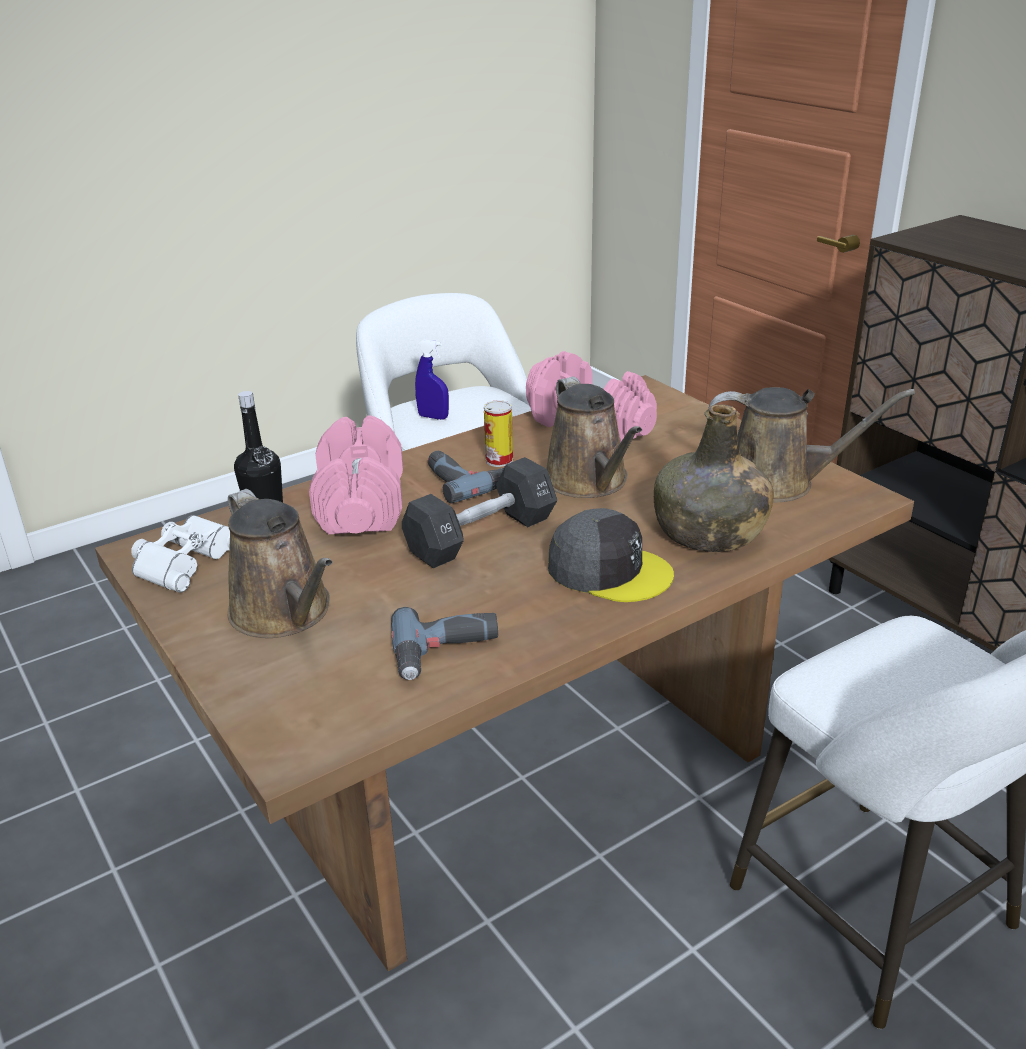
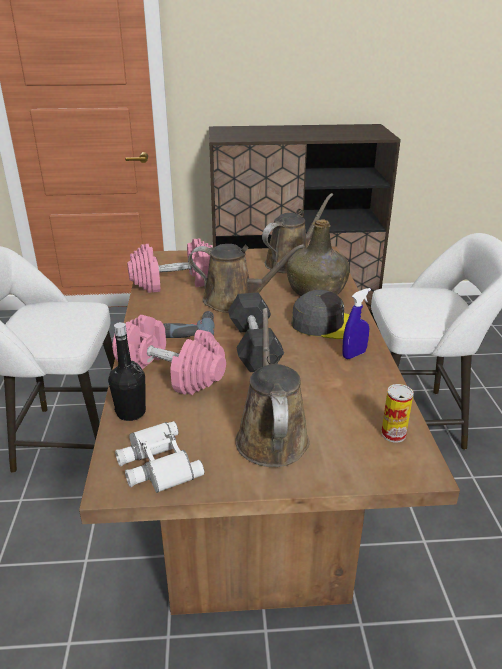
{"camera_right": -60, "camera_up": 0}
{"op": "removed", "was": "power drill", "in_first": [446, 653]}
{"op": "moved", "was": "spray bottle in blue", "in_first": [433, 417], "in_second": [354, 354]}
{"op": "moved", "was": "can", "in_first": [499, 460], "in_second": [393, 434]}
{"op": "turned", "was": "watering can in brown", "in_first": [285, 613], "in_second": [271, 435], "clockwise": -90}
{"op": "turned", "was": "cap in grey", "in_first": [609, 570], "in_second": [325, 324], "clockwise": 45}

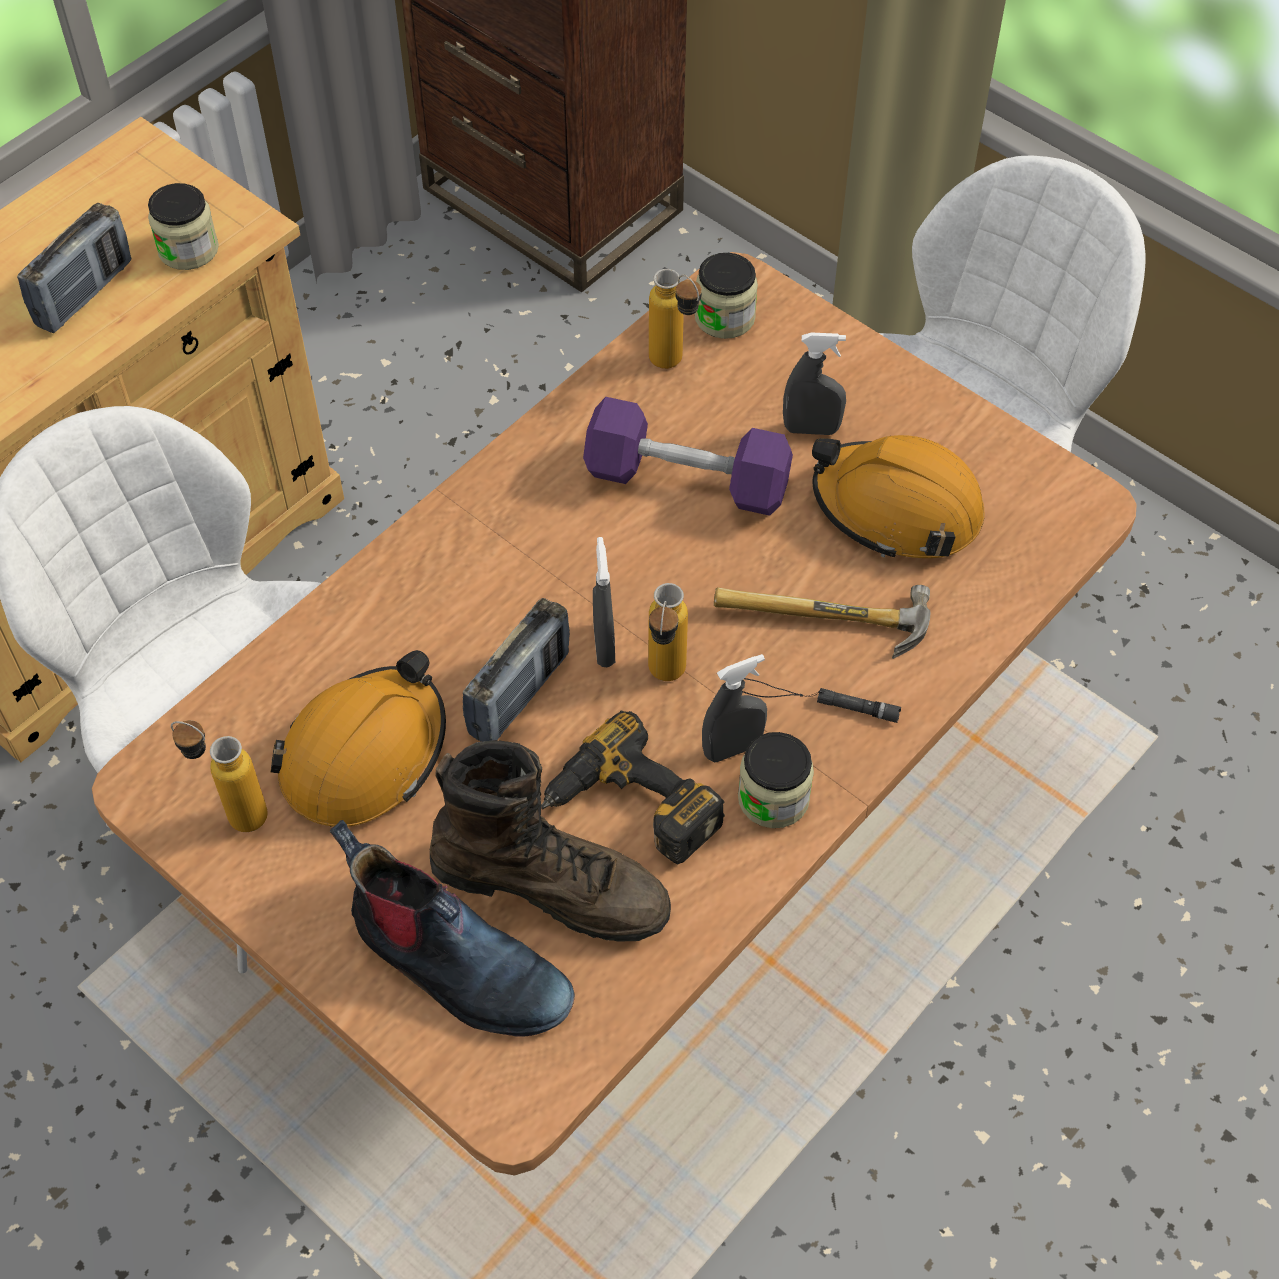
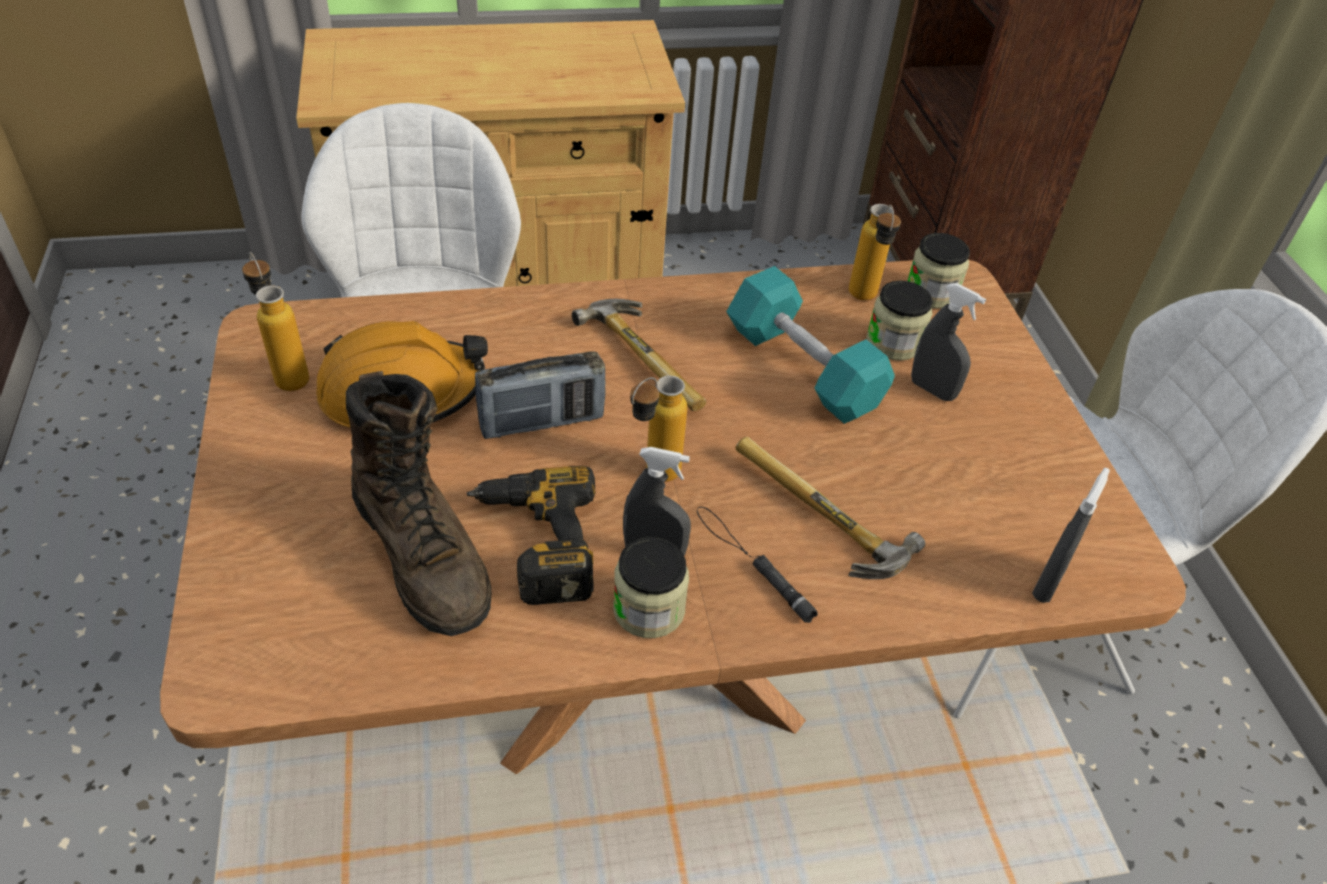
{"camera_right": 35, "camera_up": -10}
{"op": "removed", "was": "radio", "in_first": [84, 294]}
{"op": "removed", "was": "boot", "in_first": [456, 965]}
{"op": "removed", "was": "hard hat in orange", "in_first": [897, 508]}
{"op": "added", "now": "hammer", "in_second": [651, 358]}
{"op": "moved", "was": "jar", "in_first": [188, 249], "in_second": [893, 343]}
{"op": "moved", "was": "spray bottle in grey", "in_first": [604, 645], "in_second": [1047, 584]}
{"op": "recoloured", "was": "dumbbell in purple", "now": "dumbbell in turquoise", "in_first": [687, 480], "in_second": [803, 368]}

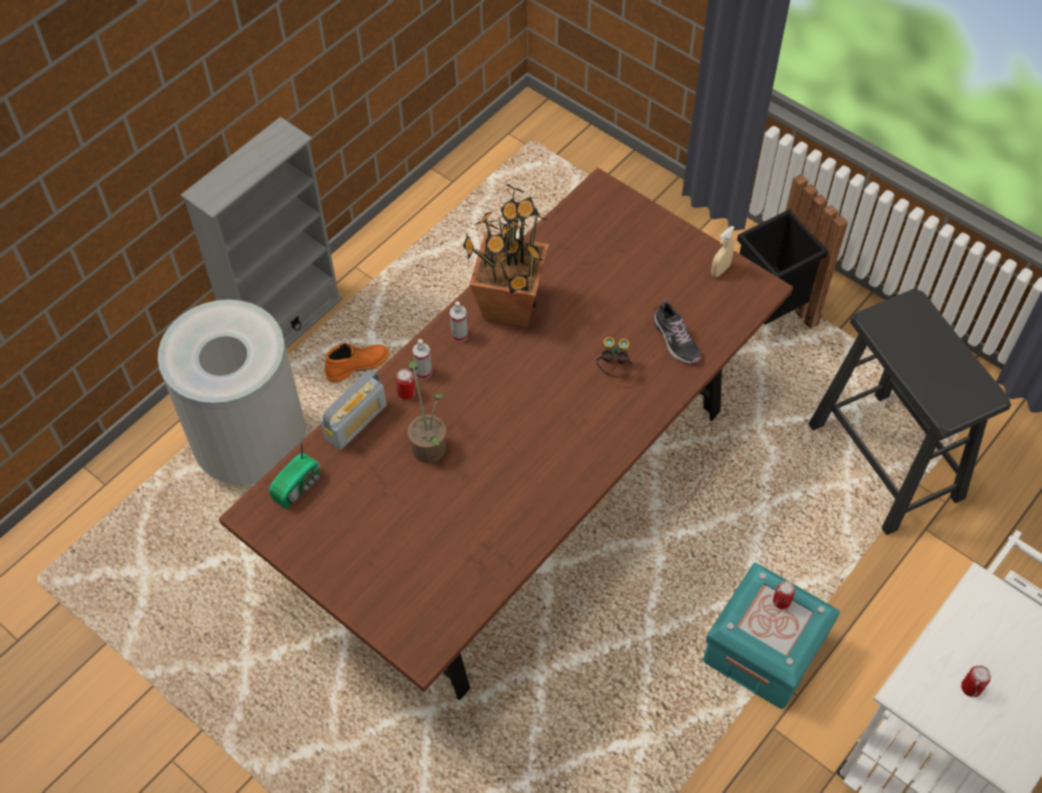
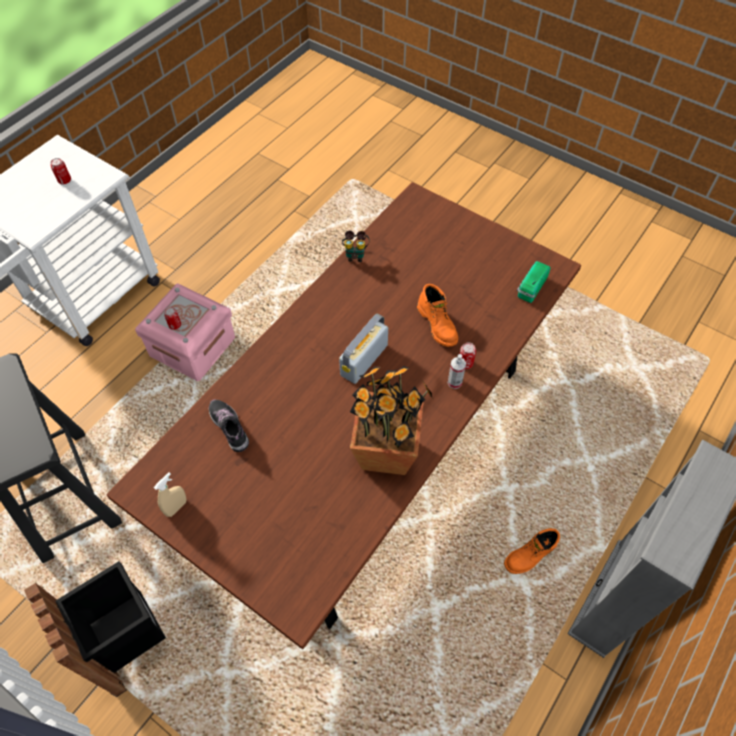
{"camera_right": 175, "camera_up": 0}
{"op": "removed", "was": "trash can in grey", "in_first": [252, 446]}
{"op": "removed", "was": "spray bottle", "in_first": [459, 335]}
{"op": "moved", "was": "radio", "in_first": [356, 422], "in_second": [364, 360]}
{"op": "moved", "was": "binoculars", "in_first": [613, 369], "in_second": [355, 255]}
{"op": "replaced", "was": "potted plant", "now": "boot in orange", "in_first": [429, 443], "in_second": [438, 324]}
{"op": "recoloured", "was": "storage box in turquoise", "now": "storage box in pink", "in_first": [764, 650], "in_second": [192, 346]}

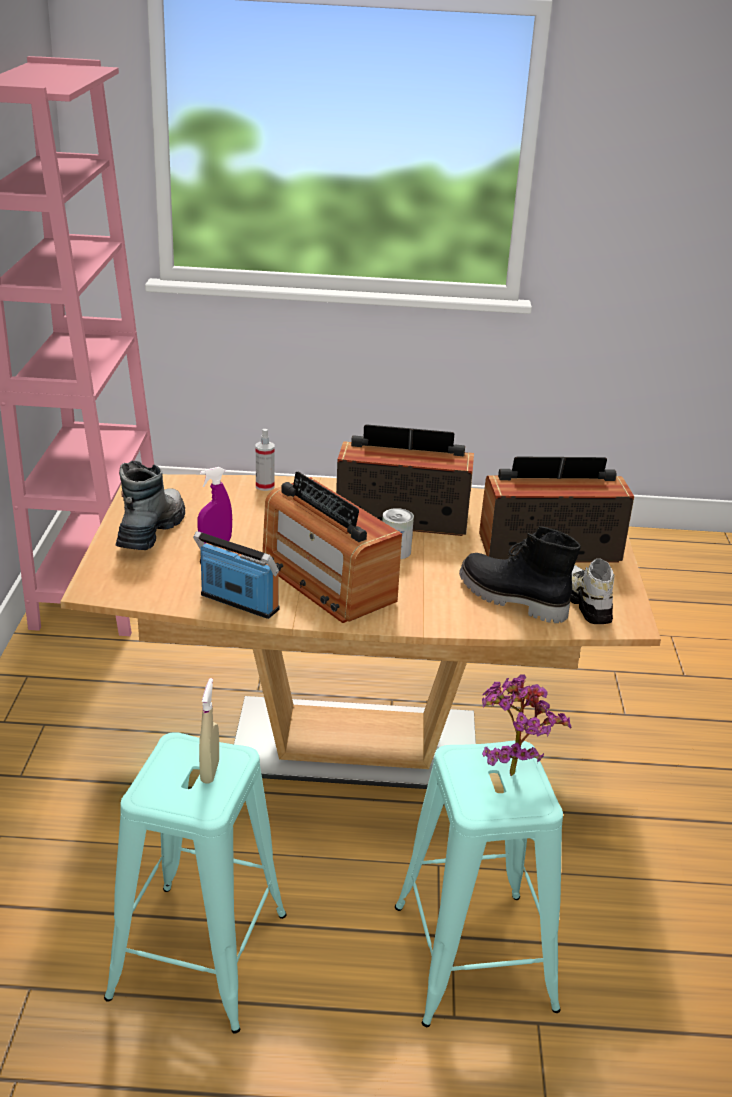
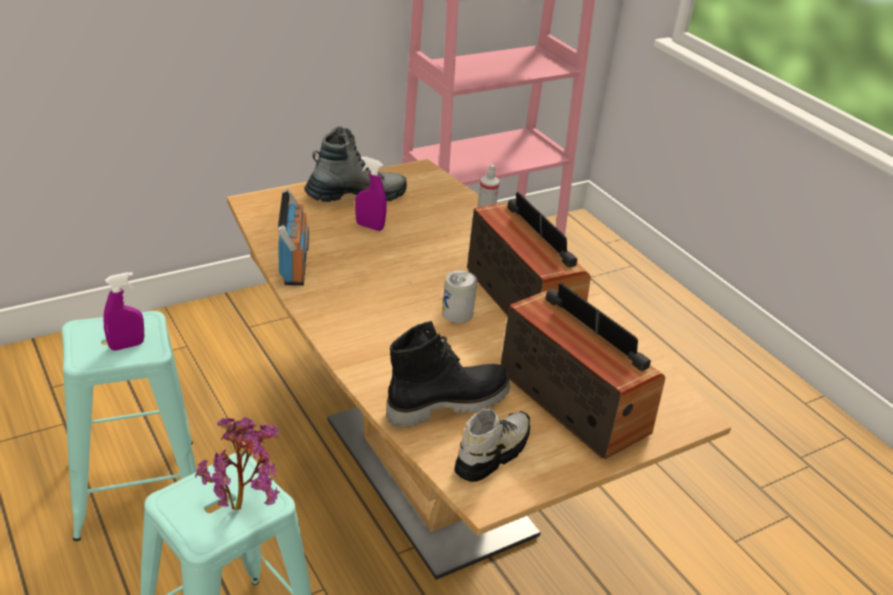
{"camera_right": 55, "camera_up": 5}
{"op": "removed", "was": "radio", "in_first": [327, 581]}
{"op": "recoloured", "was": "spray bottle in beige", "now": "spray bottle in purple", "in_first": [210, 771], "in_second": [126, 346]}
{"op": "turned", "was": "boot in black", "in_first": [510, 599], "in_second": [447, 403], "clockwise": 60}

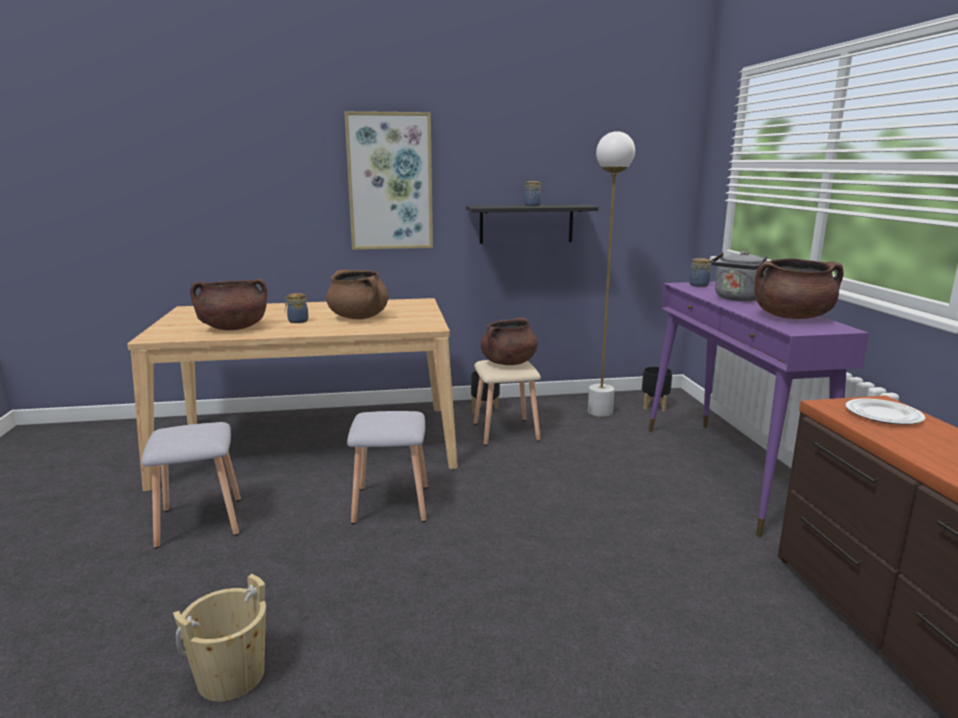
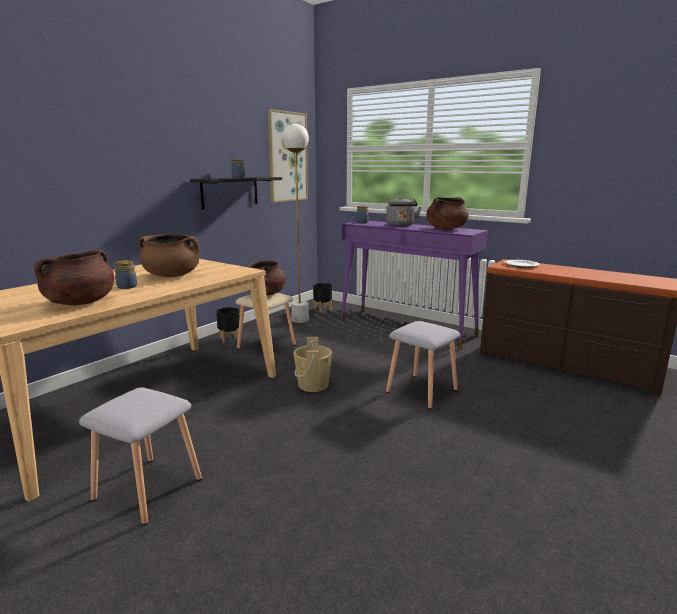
{"camera_right": -45, "camera_up": 0}
{"op": "moved", "was": "bucket in beige", "in_first": [231, 676], "in_second": [313, 385]}
{"op": "moved", "was": "picture", "in_first": [390, 182], "in_second": [287, 157]}
{"op": "moved", "was": "stool in grey", "in_first": [389, 504], "in_second": [421, 391]}

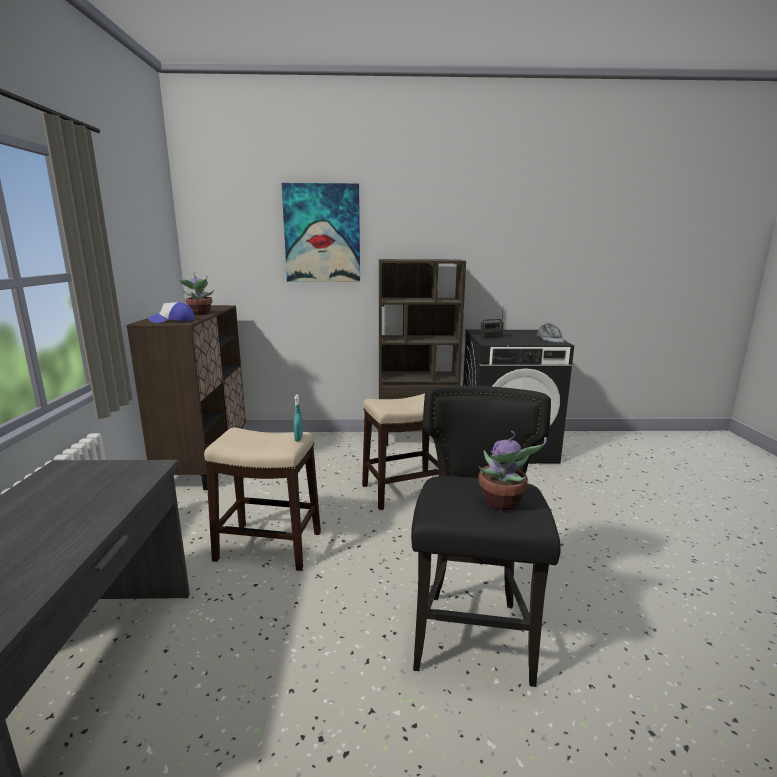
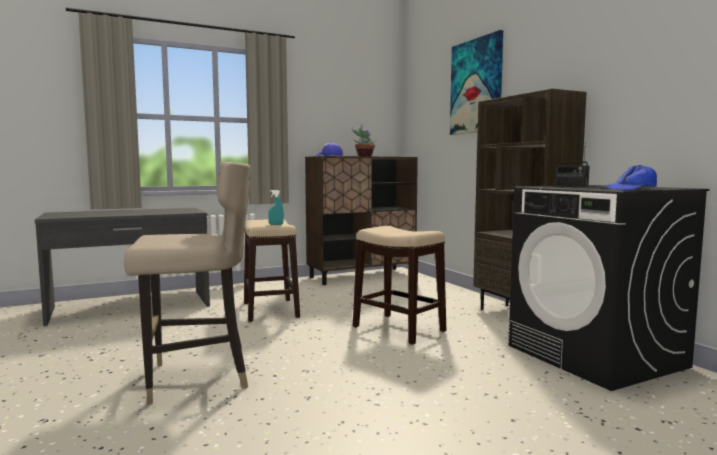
{"camera_right": 65, "camera_up": -10}
{"op": "removed", "was": "potted plant", "in_first": [502, 503]}
{"op": "recoloured", "was": "stool in black", "now": "stool in beige", "in_first": [473, 639], "in_second": [196, 379]}
{"op": "recoloured", "was": "cap in grey", "now": "cap in blue", "in_first": [550, 339], "in_second": [631, 189]}

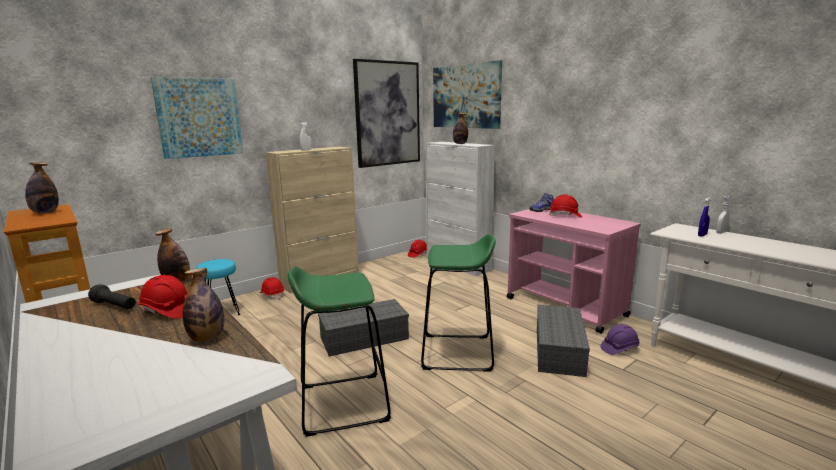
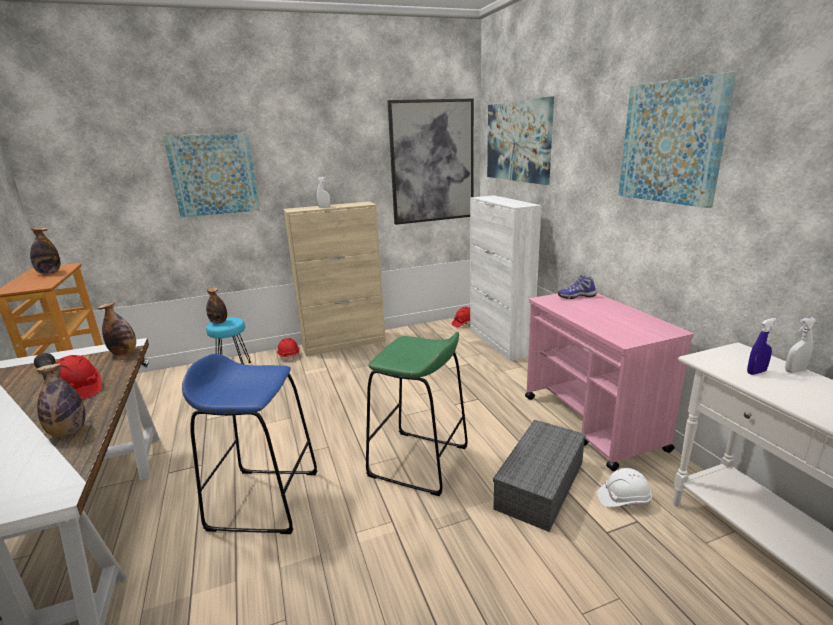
{"camera_right": 20, "camera_up": 5}
{"op": "removed", "was": "storage box in grey", "in_first": [365, 337]}
{"op": "removed", "was": "hard hat in red", "in_first": [565, 216]}
{"op": "added", "now": "picture", "in_second": [671, 142]}
{"op": "moved", "was": "bottle", "in_first": [460, 144], "in_second": [219, 322]}
{"op": "recoloured", "was": "stool in green", "now": "stool in blue", "in_first": [343, 403], "in_second": [264, 499]}
{"op": "recoloured", "was": "hard hat in purple", "now": "hard hat in white", "in_first": [619, 348], "in_second": [623, 499]}

